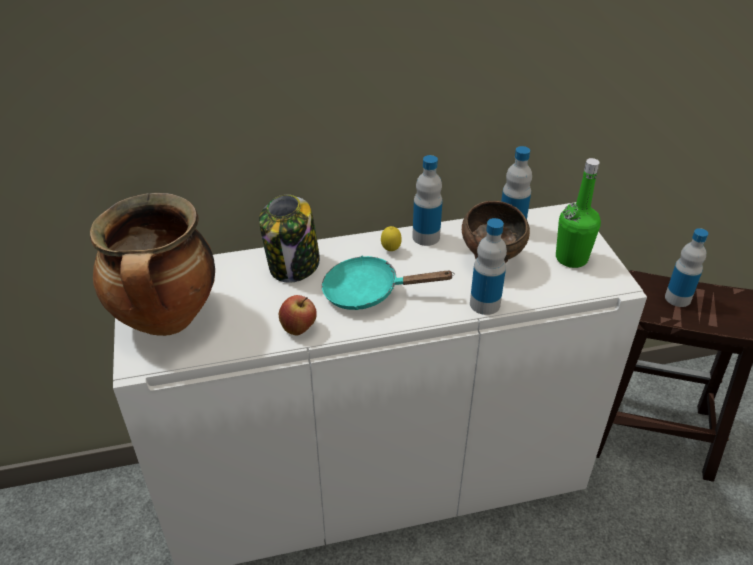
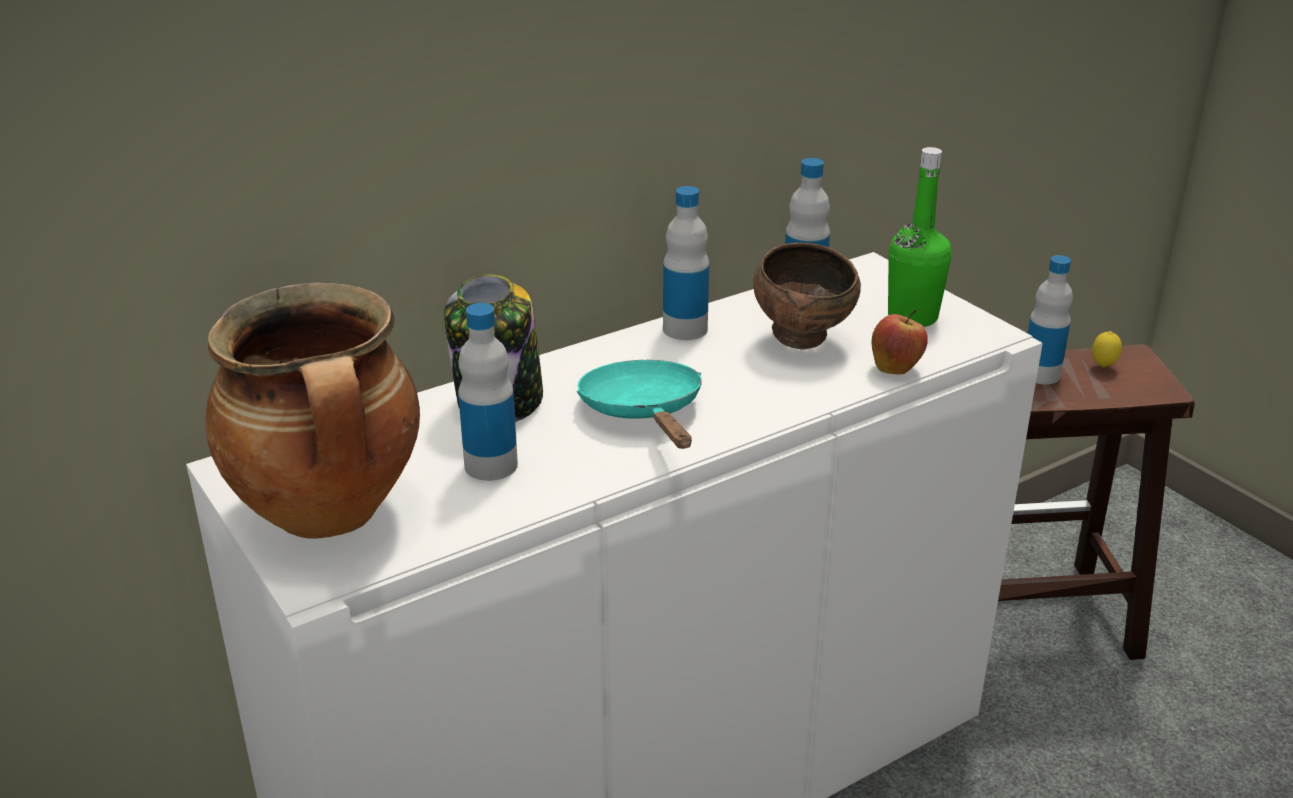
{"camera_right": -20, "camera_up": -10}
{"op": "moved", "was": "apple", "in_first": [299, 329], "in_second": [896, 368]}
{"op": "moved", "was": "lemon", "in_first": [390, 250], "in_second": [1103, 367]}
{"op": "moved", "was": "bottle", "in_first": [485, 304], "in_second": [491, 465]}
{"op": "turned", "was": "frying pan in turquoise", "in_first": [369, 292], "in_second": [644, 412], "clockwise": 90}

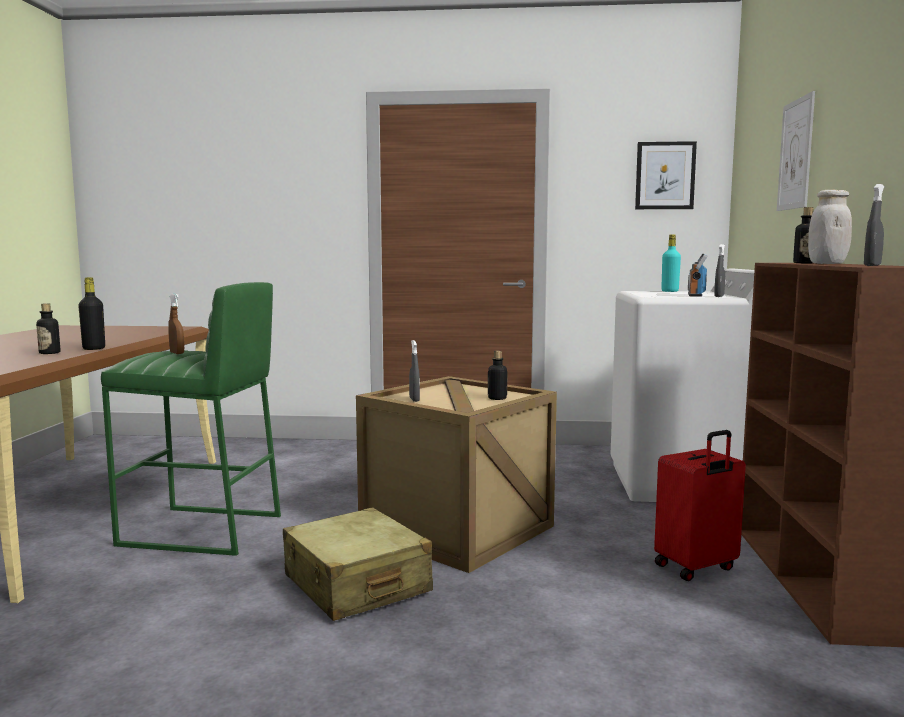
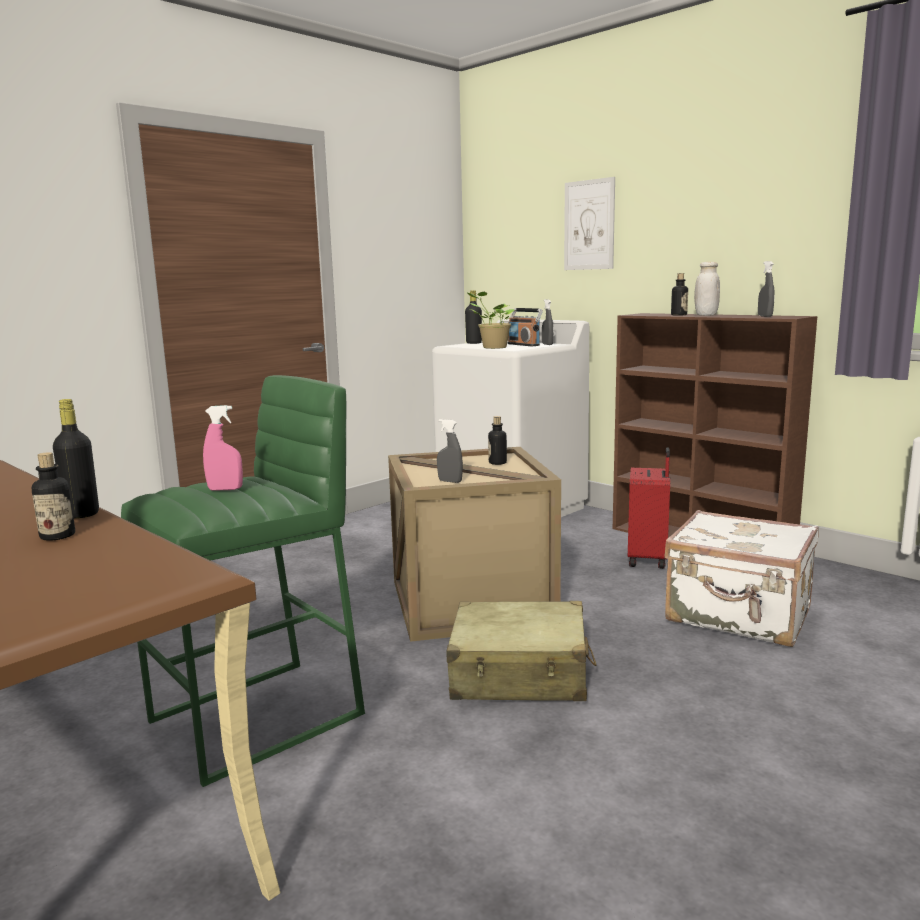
{"camera_right": -50, "camera_up": 5}
{"op": "removed", "was": "picture", "in_first": [665, 175]}
{"op": "added", "now": "potted plant", "in_second": [492, 347]}
{"op": "added", "now": "suitcase in white", "in_second": [739, 616]}
{"op": "recoloured", "was": "spray bottle in brown", "now": "spray bottle in pink", "in_first": [177, 353], "in_second": [225, 489]}
{"op": "recoloured", "was": "bottle in turquoise", "now": "bottle in black", "in_first": [669, 291], "in_second": [474, 343]}

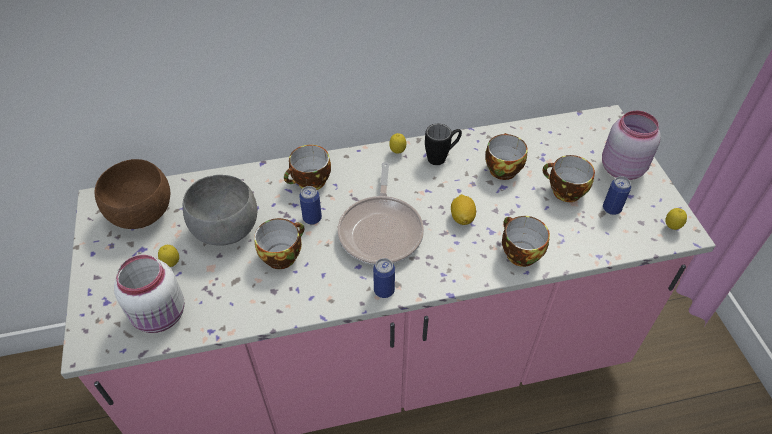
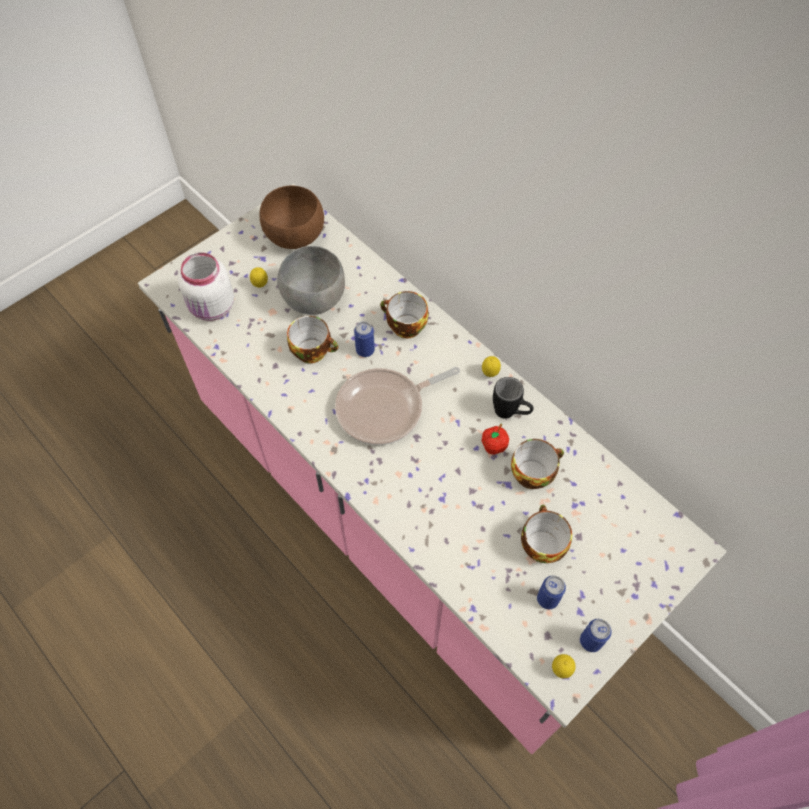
{"camera_right": 60, "camera_up": 10}
{"op": "removed", "was": "lemon", "in_first": [462, 218]}
{"op": "removed", "was": "cup", "in_first": [518, 253]}
{"op": "removed", "was": "jar in pink", "in_first": [620, 168]}
{"op": "added", "now": "apple", "in_second": [493, 446]}
{"op": "moved", "was": "can", "in_first": [384, 290], "in_second": [590, 641]}

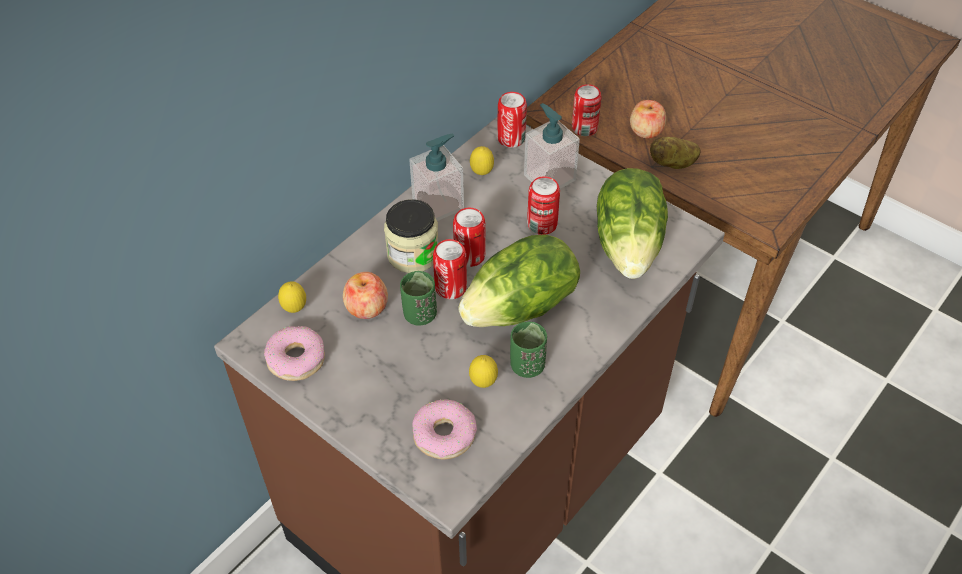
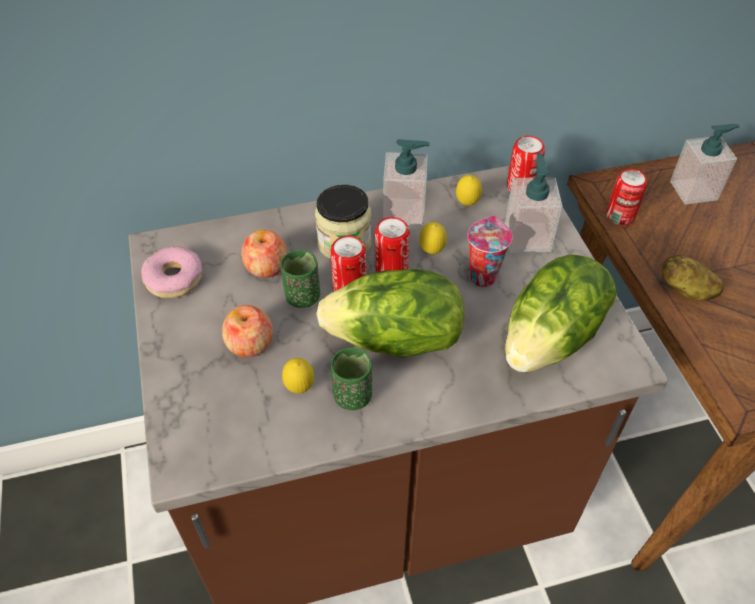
{"camera_right": 35, "camera_up": 0}
{"op": "removed", "was": "donut", "in_first": [444, 434]}
{"op": "added", "now": "soap dispenser", "in_second": [693, 190]}
{"op": "moved", "was": "lemon", "in_first": [295, 309], "in_second": [431, 252]}
{"op": "moved", "was": "apple", "in_first": [646, 130], "in_second": [250, 343]}
{"op": "replaced", "was": "can", "now": "cup", "in_first": [542, 224], "in_second": [482, 275]}

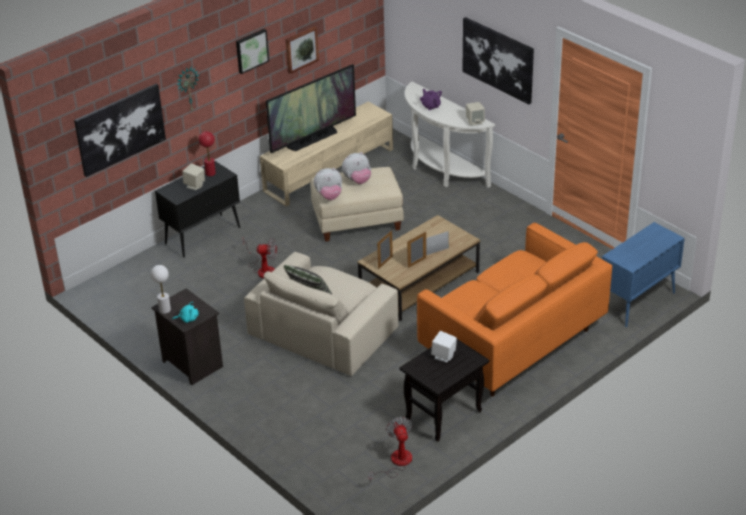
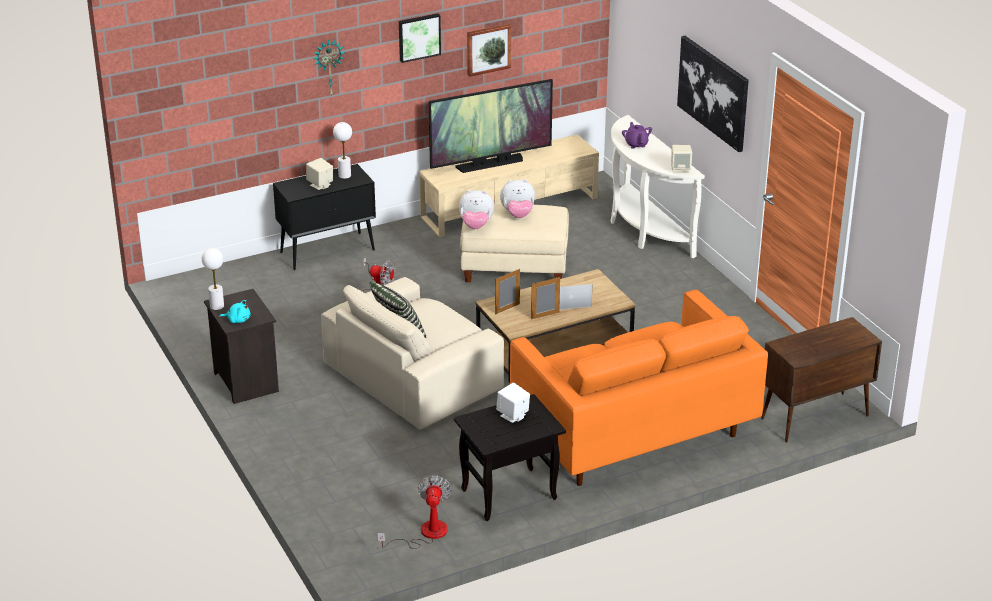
{"camera_right": 15, "camera_up": -5}
{"op": "removed", "was": "picture", "in_first": [120, 129]}
{"op": "recoloured", "was": "table lamp in red", "now": "table lamp in white", "in_first": [210, 173], "in_second": [344, 175]}
{"op": "recoloured", "was": "cabinet in blue", "now": "cabinet in brown", "in_first": [637, 303], "in_second": [814, 417]}

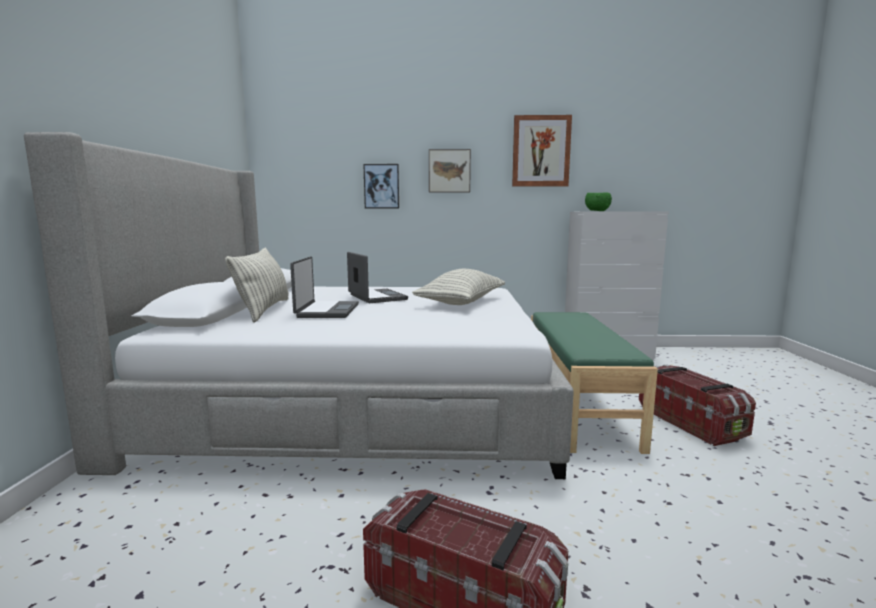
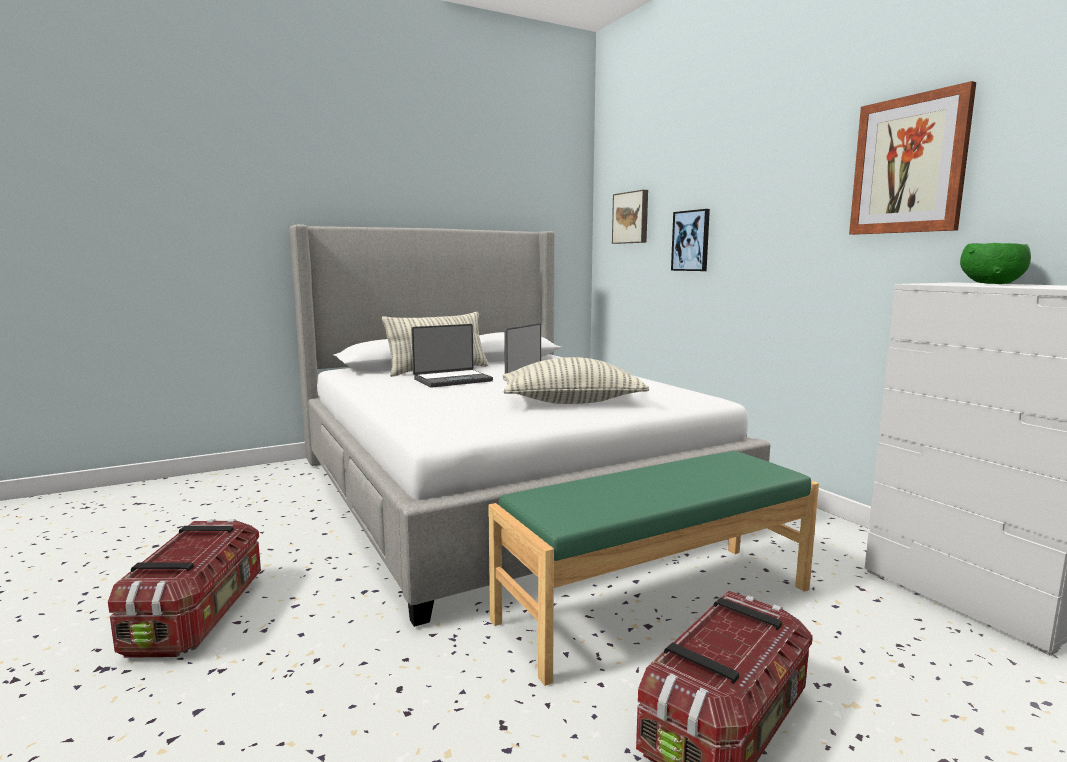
{"camera_right": 60, "camera_up": 0}
{"op": "moved", "was": "picture", "in_first": [449, 171], "in_second": [631, 217]}

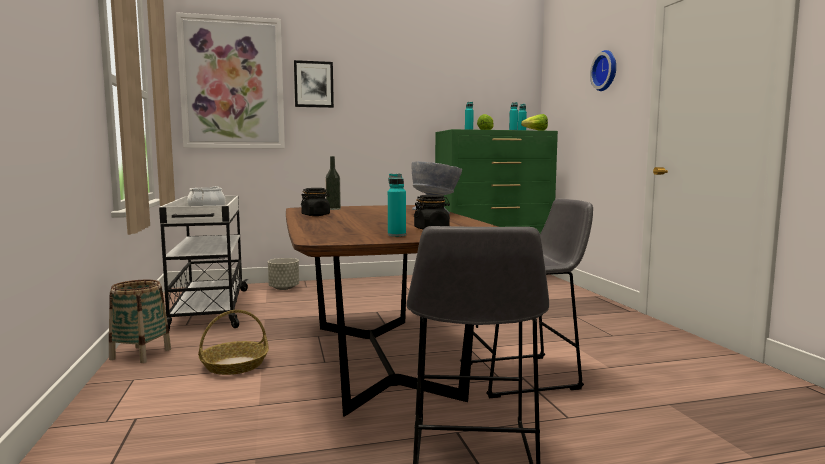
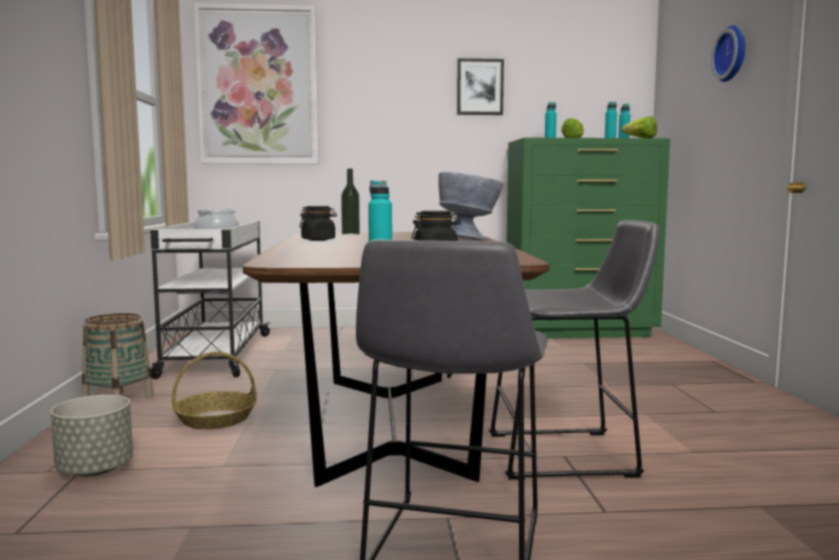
{"camera_right": 10, "camera_up": 0}
{"op": "moved", "was": "planter in grey", "in_first": [284, 288], "in_second": [95, 470]}
{"op": "moved", "was": "picture", "in_first": [313, 84], "in_second": [479, 87]}

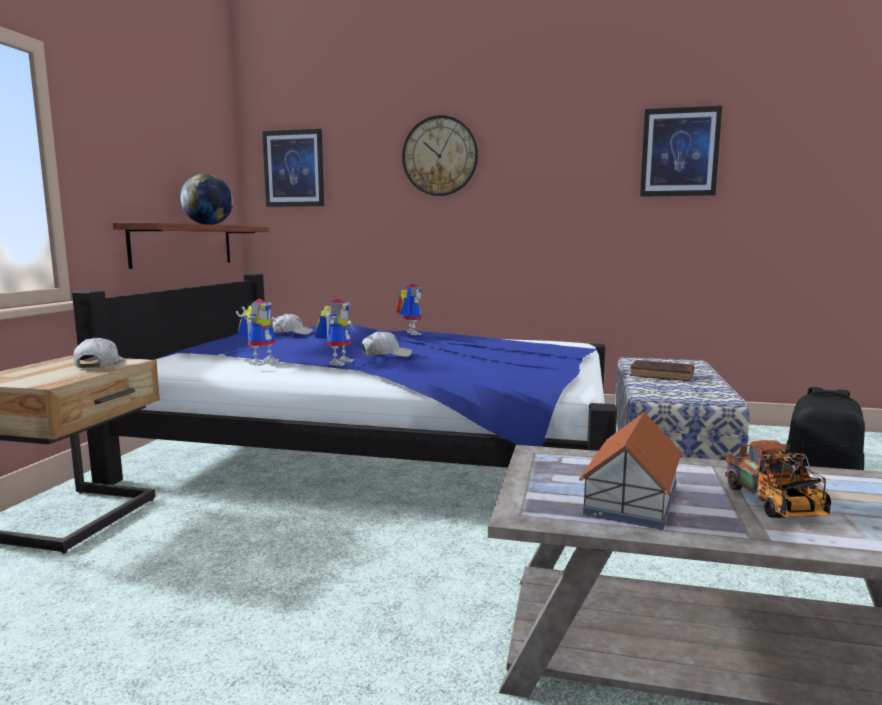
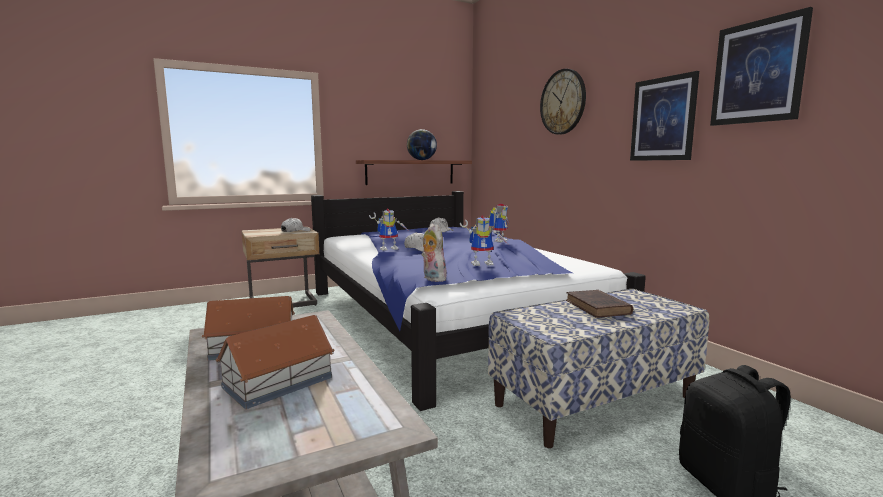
{"camera_right": 50, "camera_up": 0}
{"op": "added", "now": "plush toy", "in_second": [432, 279]}
{"op": "moved", "was": "toy robot", "in_first": [263, 362], "in_second": [483, 263]}
{"op": "moved", "was": "picture", "in_first": [294, 168], "in_second": [663, 119]}
{"op": "replaced", "was": "toy truck", "now": "toy house", "in_first": [776, 506], "in_second": [276, 382]}

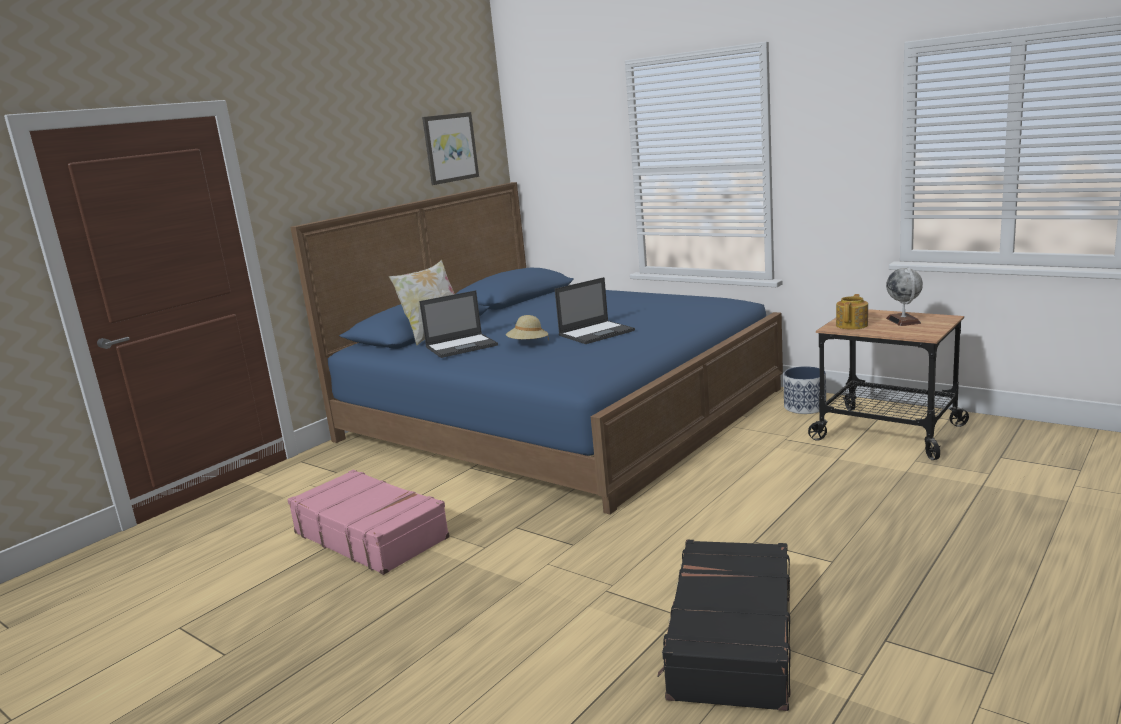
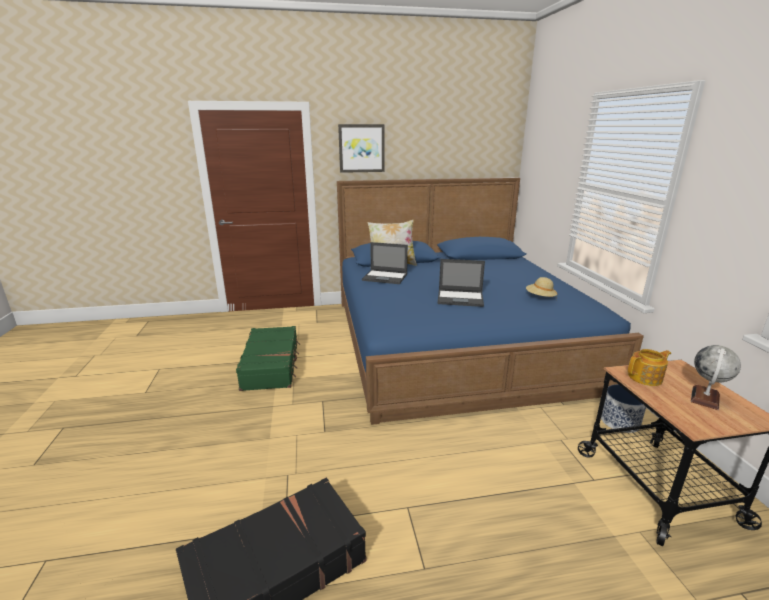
{"camera_right": 40, "camera_up": 5}
{"op": "moved", "was": "picture", "in_first": [450, 148], "in_second": [361, 148]}
{"op": "moved", "was": "hat in beige", "in_first": [528, 344], "in_second": [540, 297]}
{"op": "recoloured", "was": "suitcase in pink", "now": "suitcase in green", "in_first": [371, 535], "in_second": [271, 365]}

